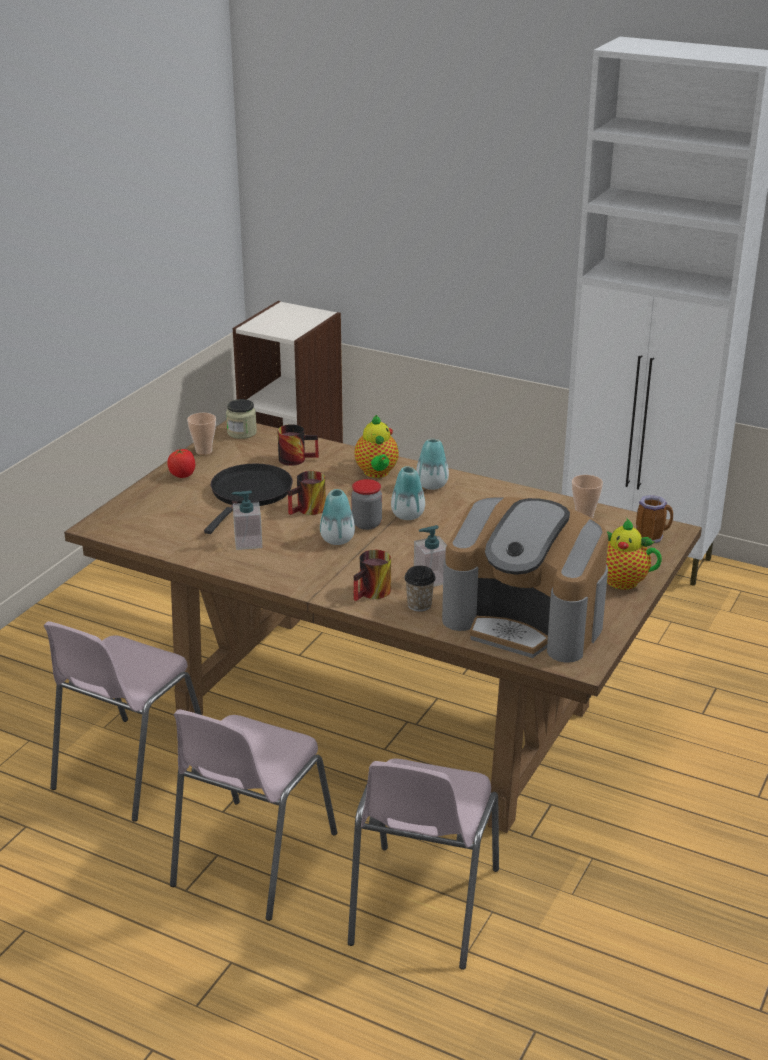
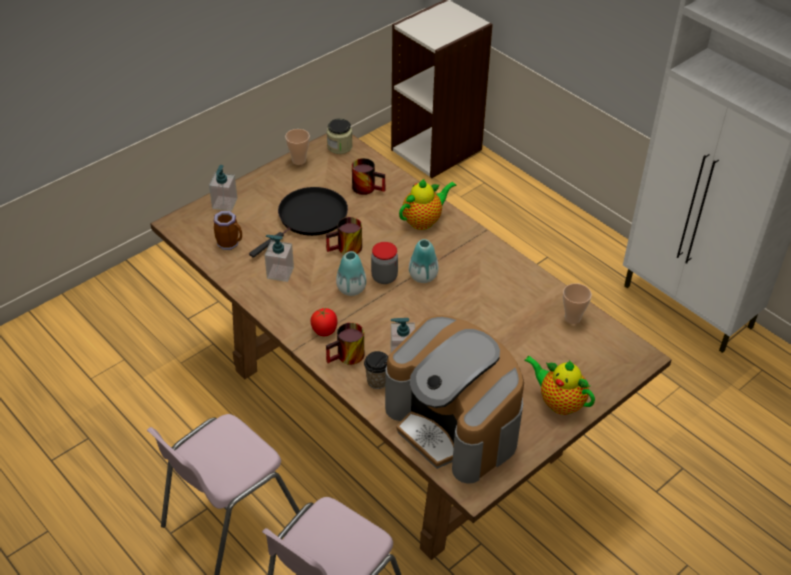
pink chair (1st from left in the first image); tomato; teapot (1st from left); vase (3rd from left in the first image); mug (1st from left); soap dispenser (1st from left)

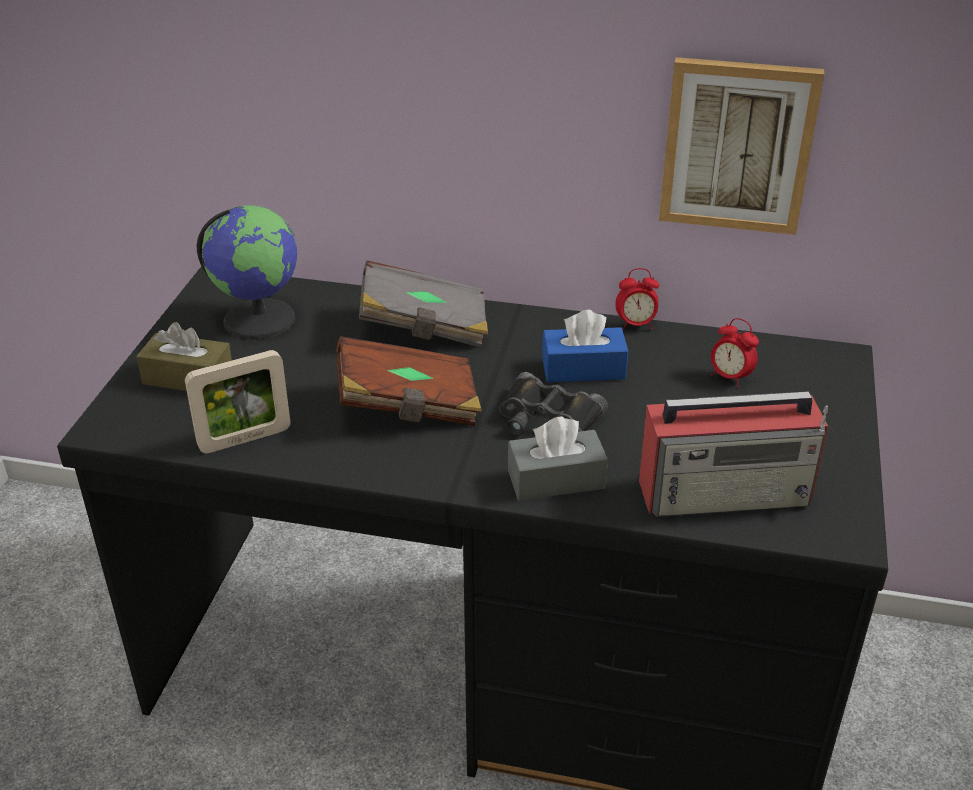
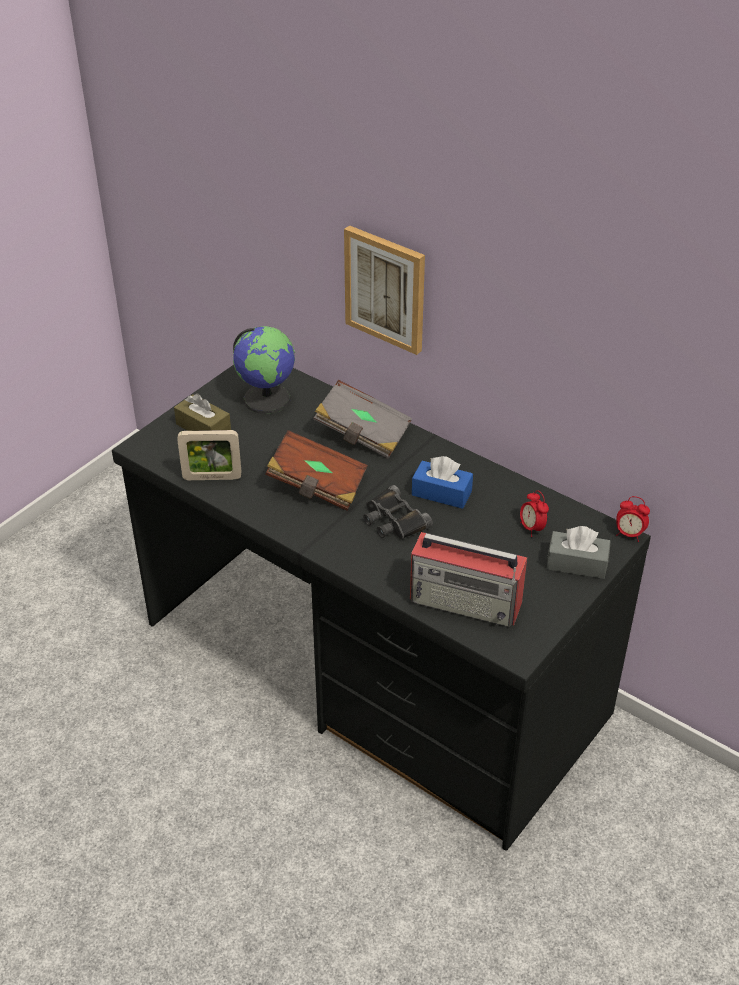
grey tissue box; alarm clock (2nd from left); picture

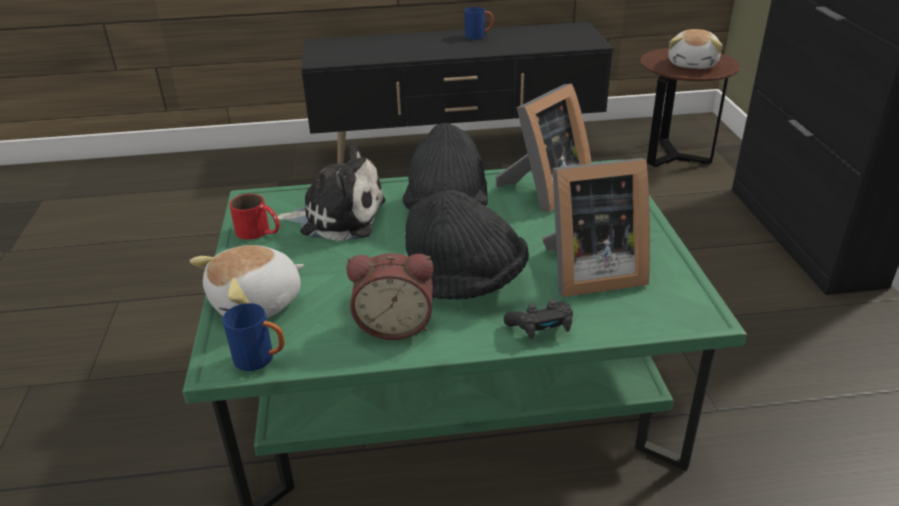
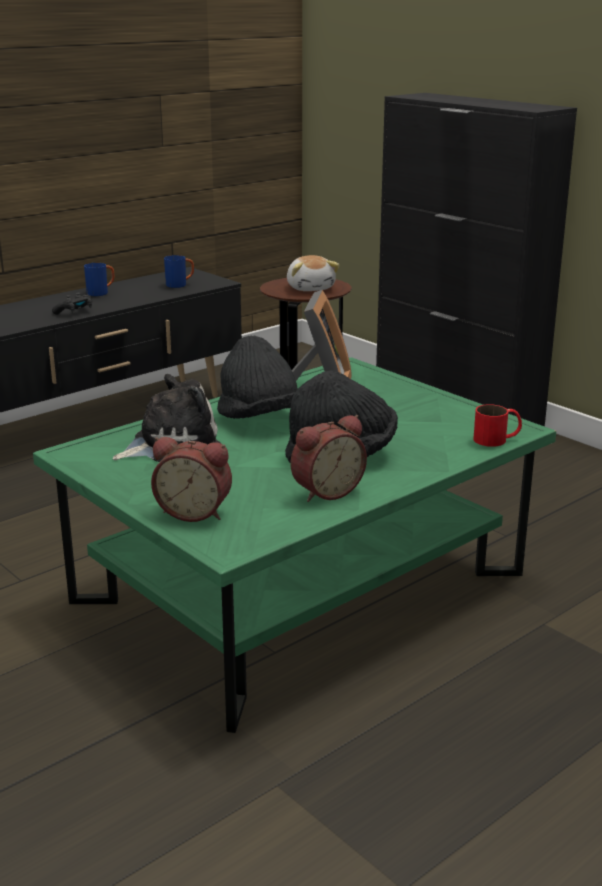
alarm clock (1st from left); blue mug (2nd from left); red mug; black game controller; picture frame (2nd from left in the first image)

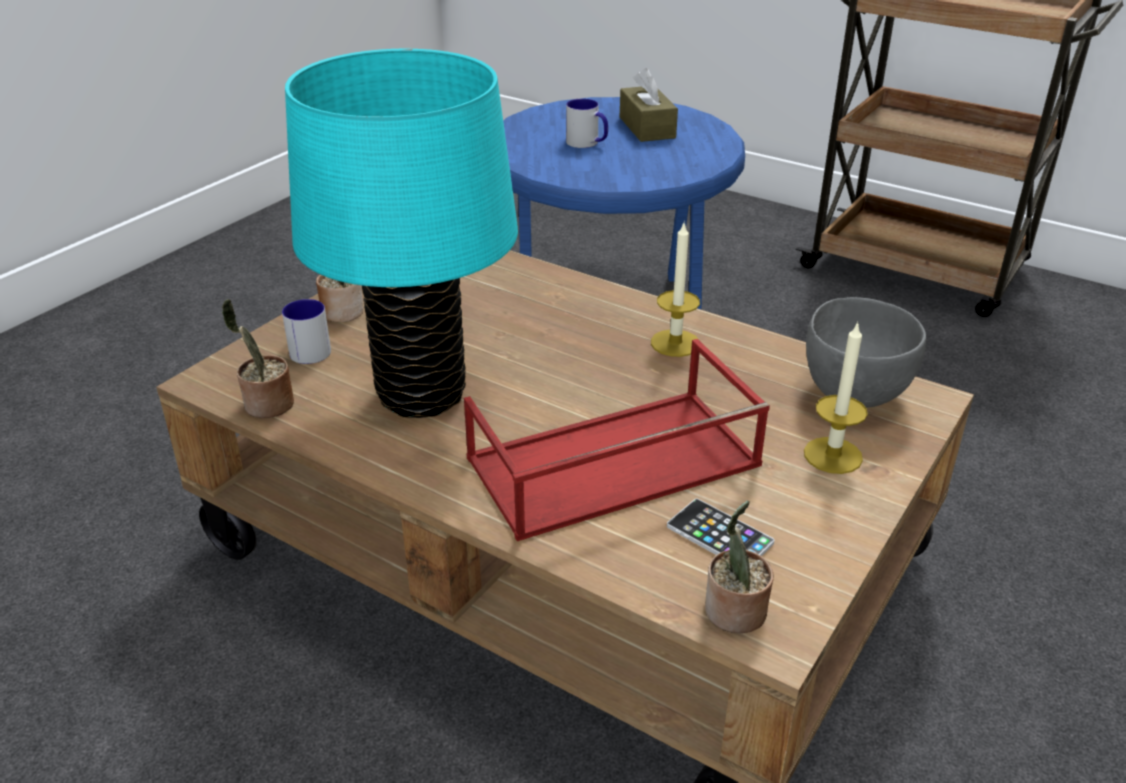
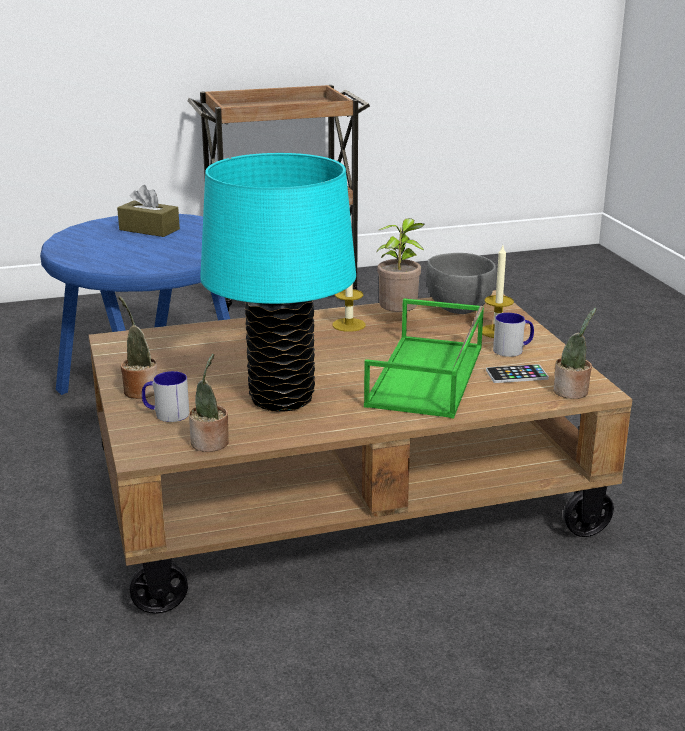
green tray; mug (2nd from left); potted plant (3rd from left)

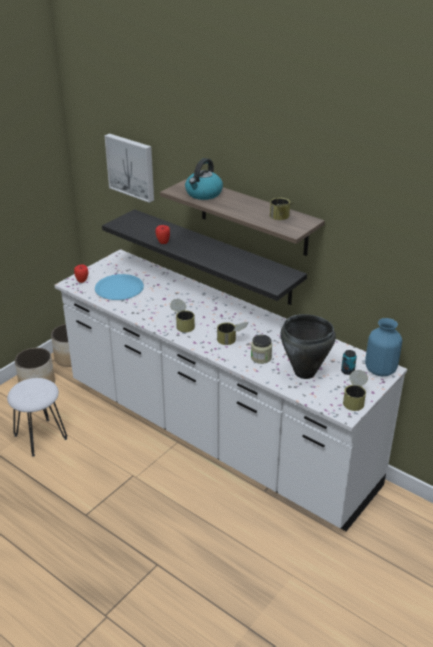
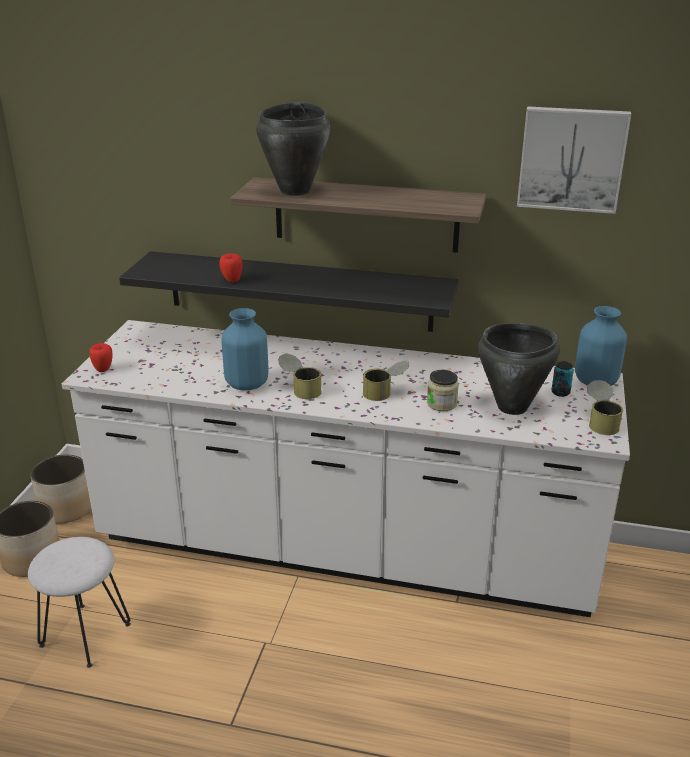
blue plate; picture; black cooking pot (1st from left); can (3rd from left in the first image); blue vase (1st from left)

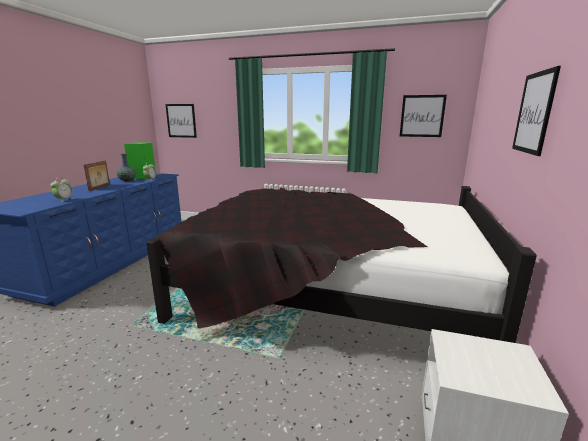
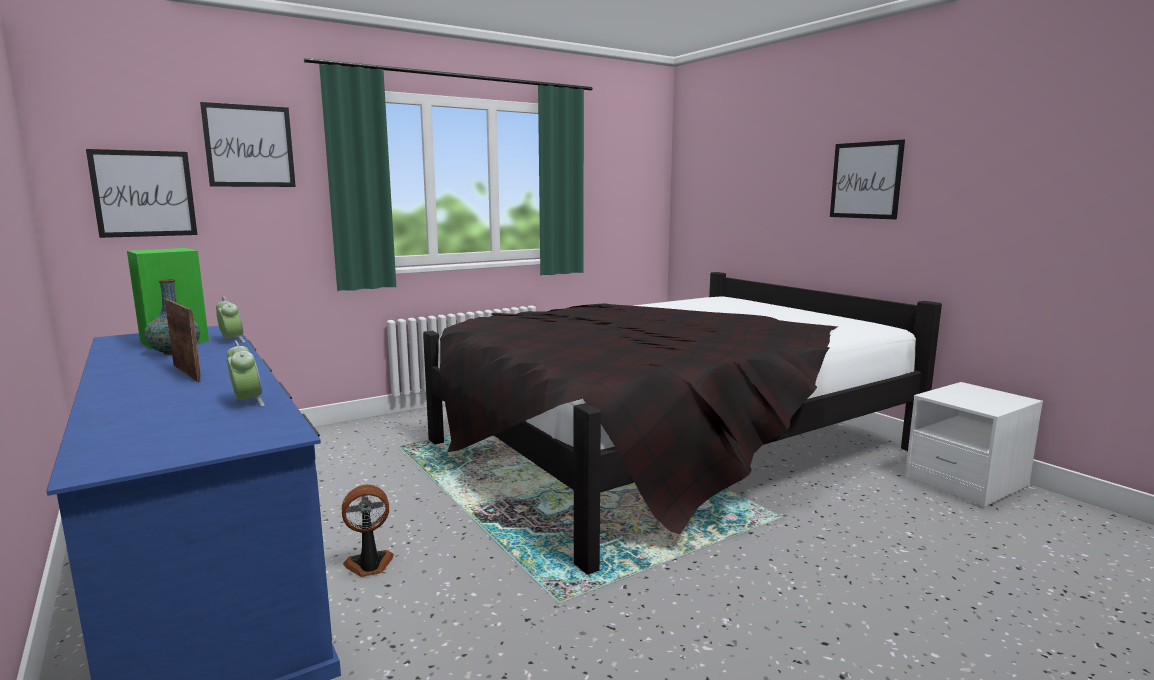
picture (2nd from left); fan

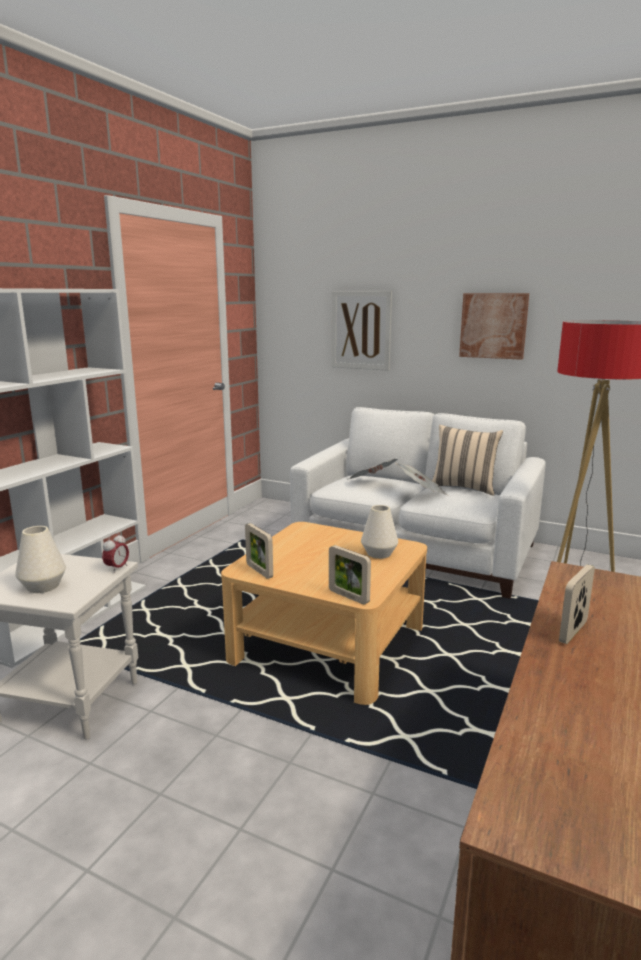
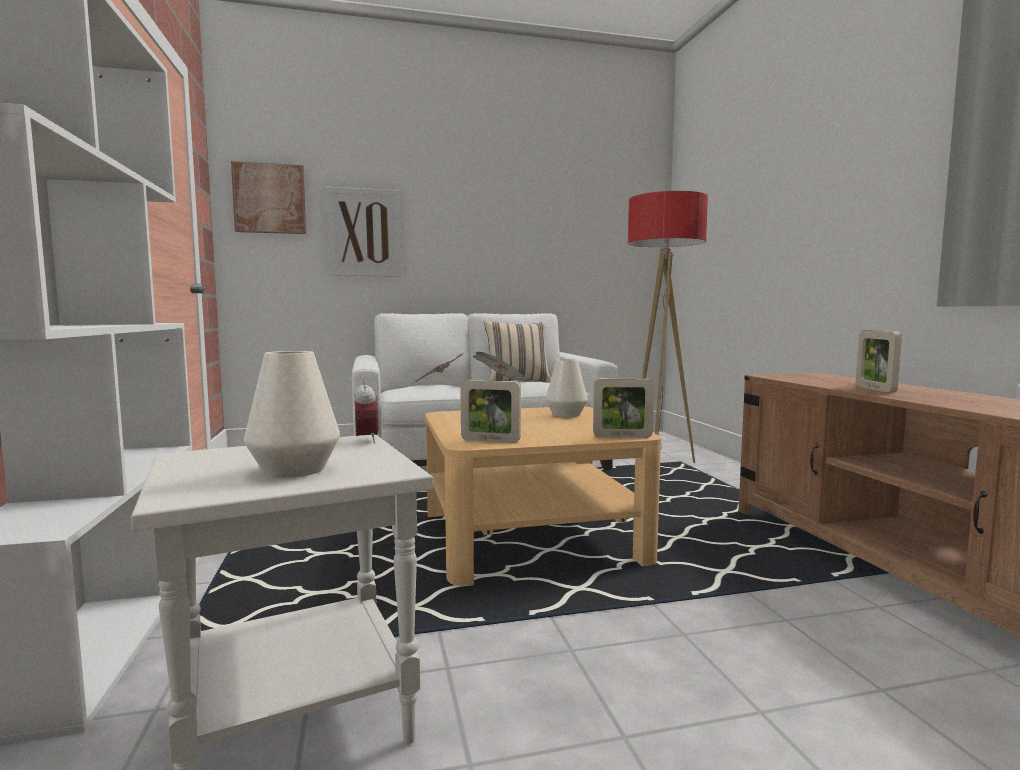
picture (1st from left)

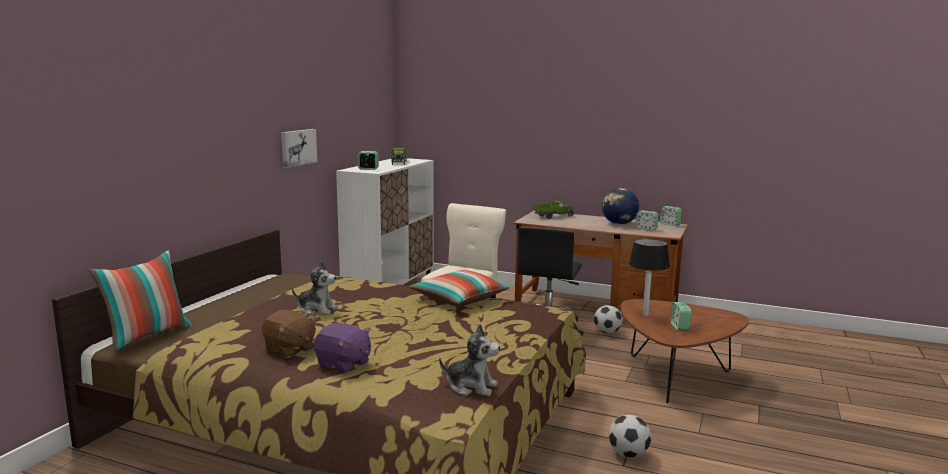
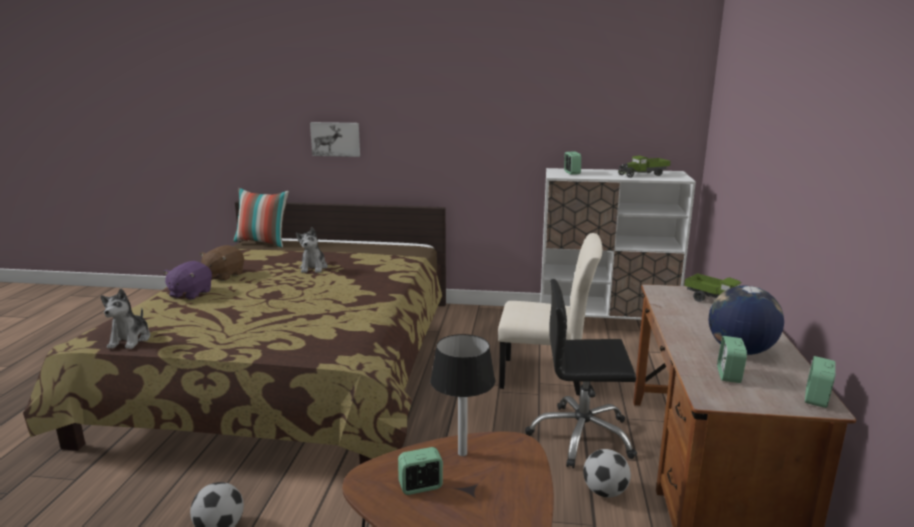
picture; pillow (2nd from left in the first image)

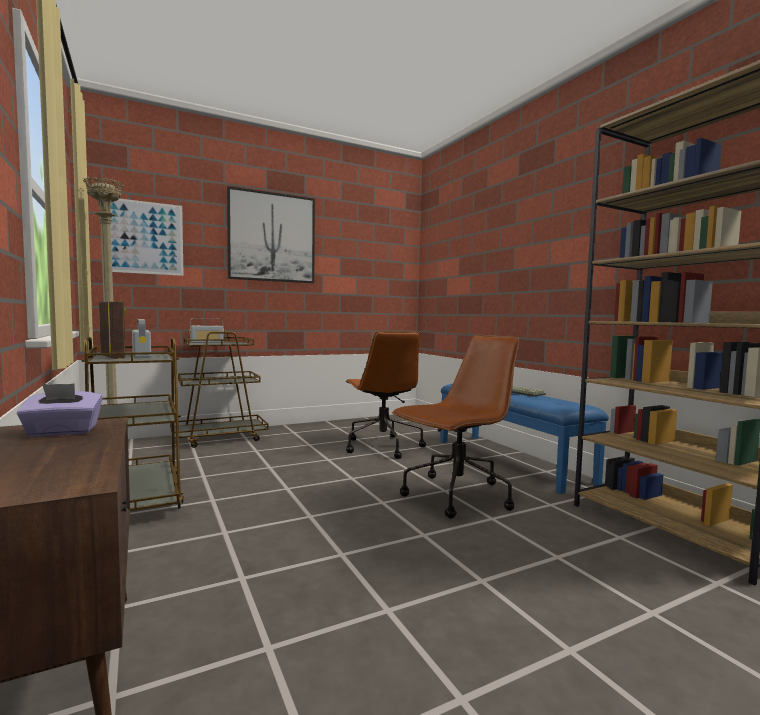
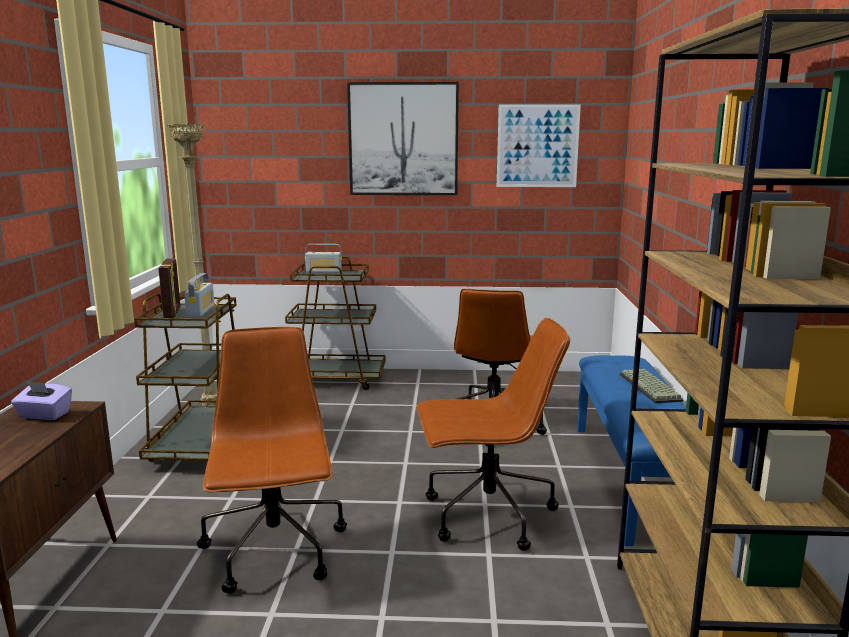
picture (2nd from left); brown office chair (1st from left)

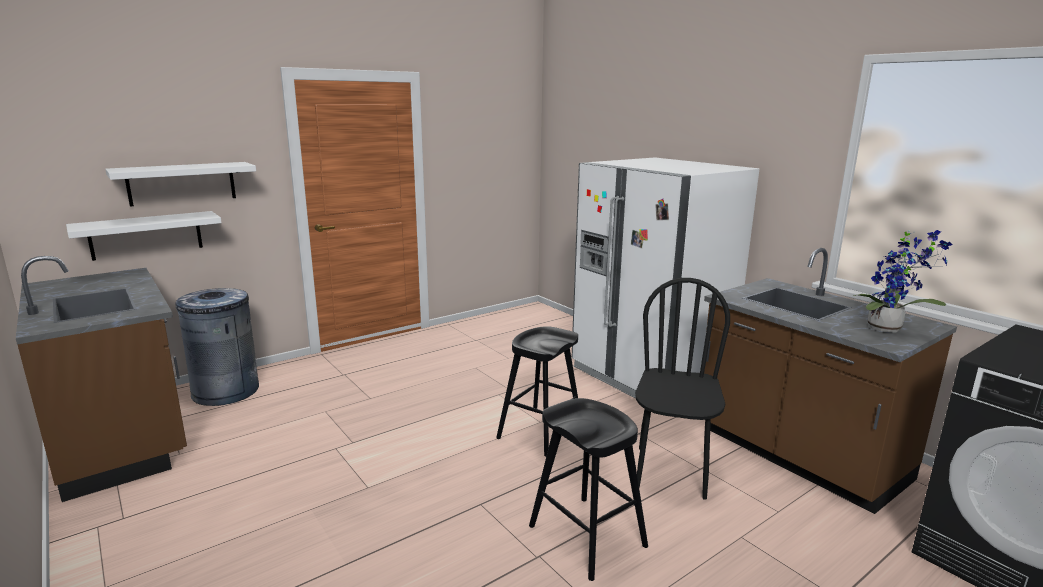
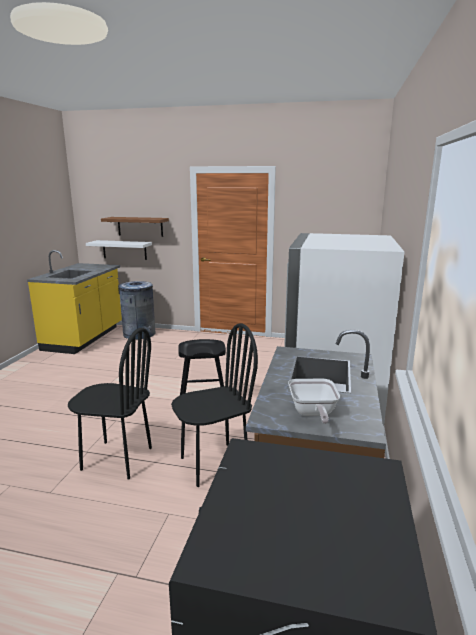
yellow counter; brown shelf; black chair (1st from left); frying pan

